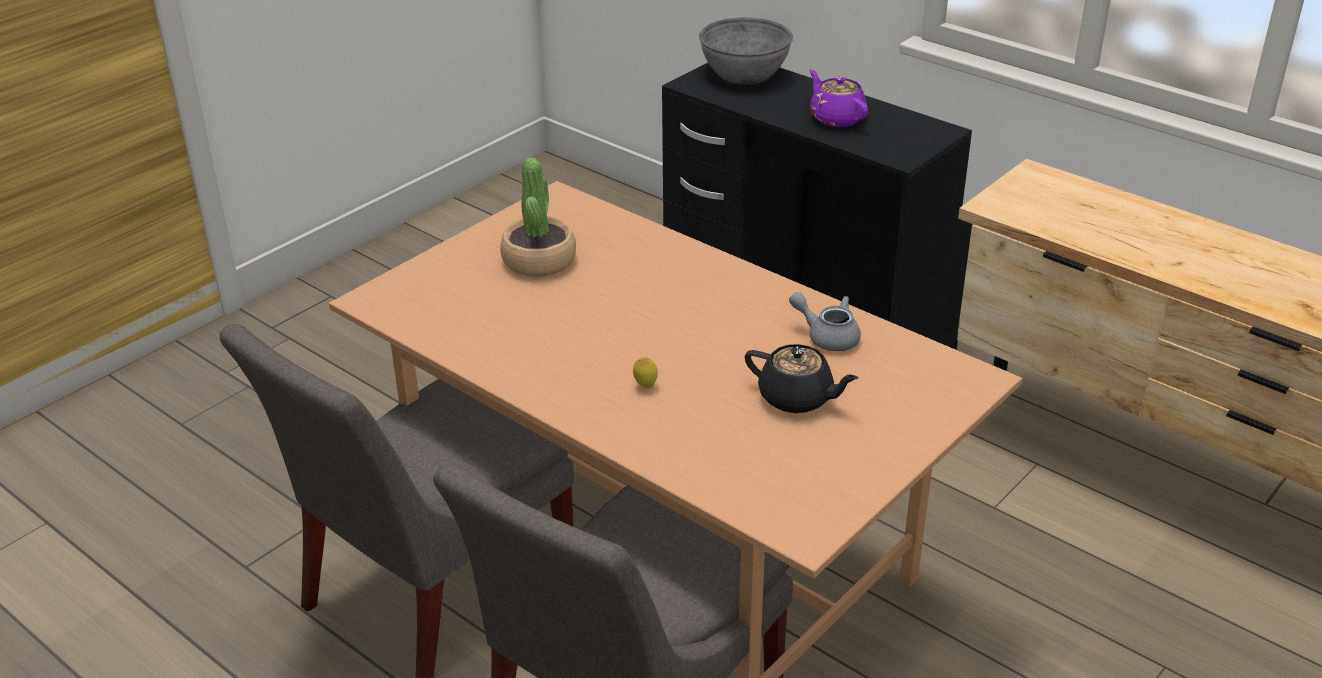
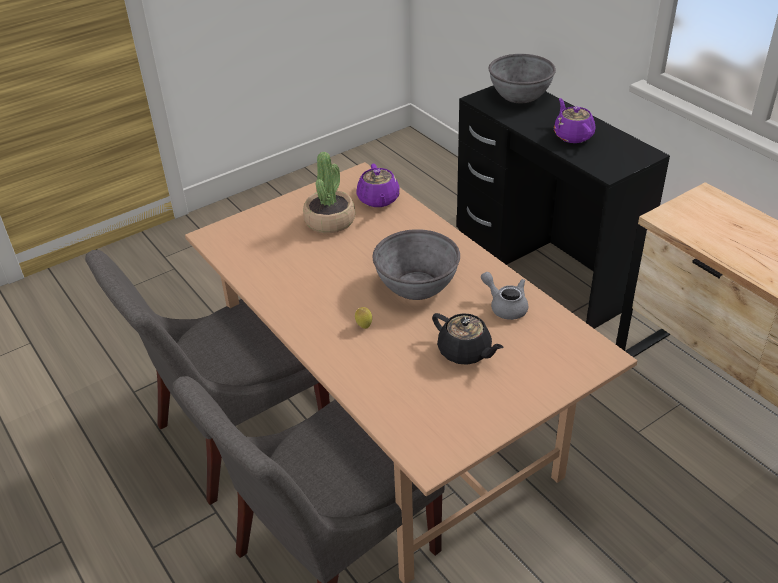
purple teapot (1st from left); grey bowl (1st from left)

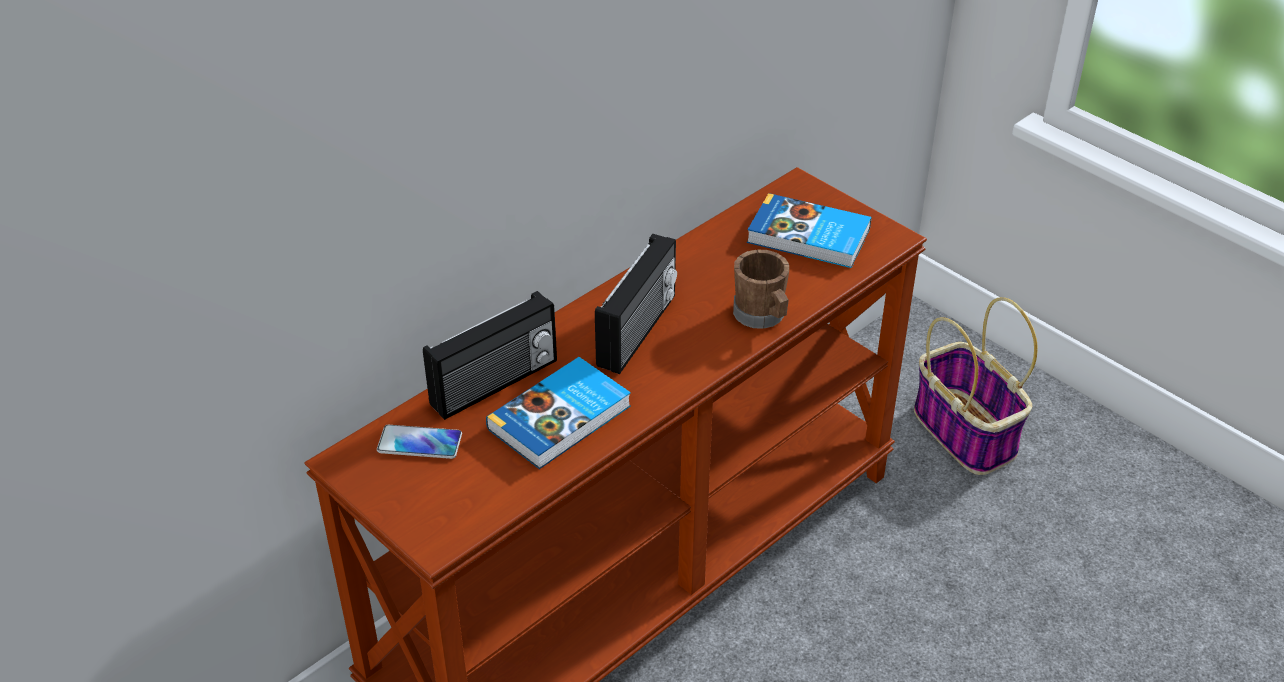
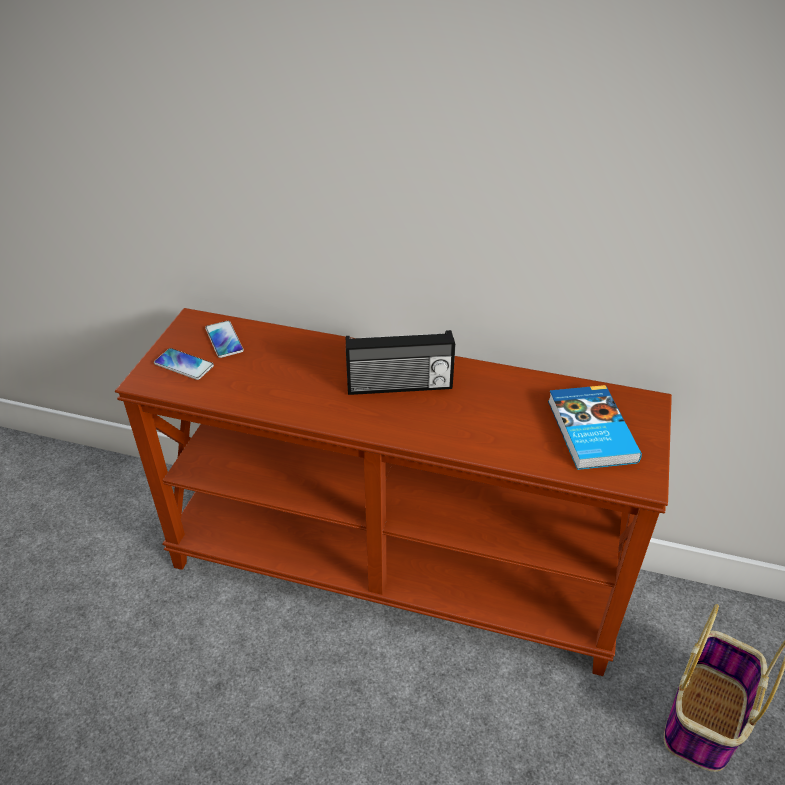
radio (1st from left in the first image); book (1st from left in the first image); brown mug; phone (1st from left)

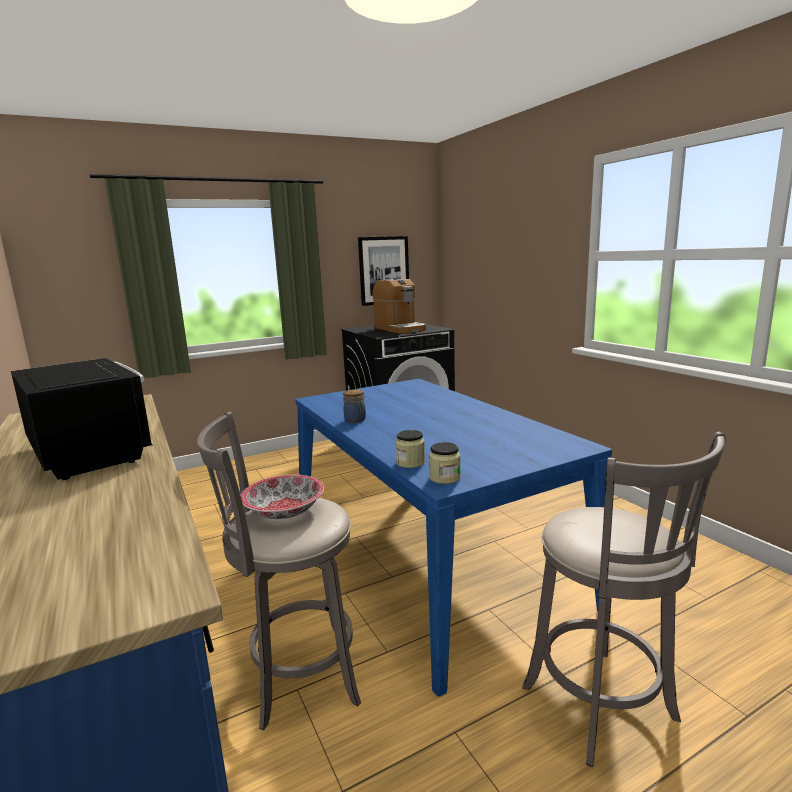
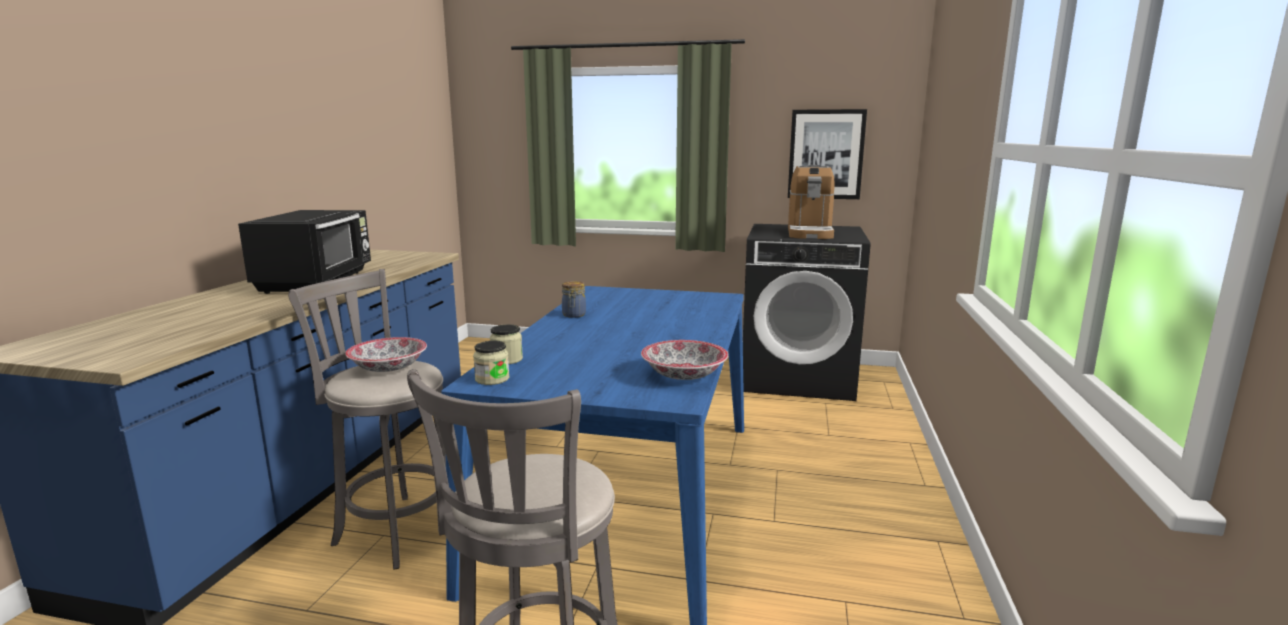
bowl (2nd from left)

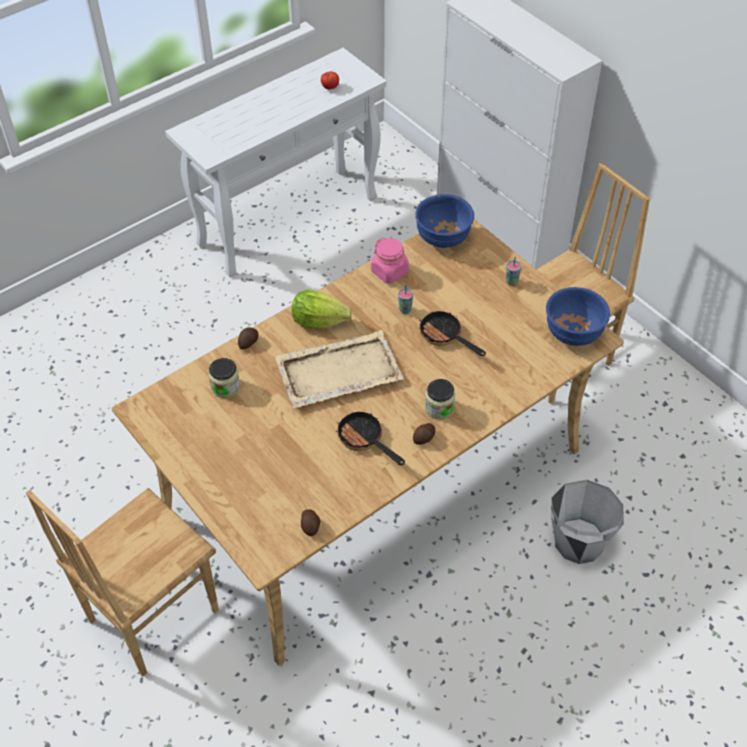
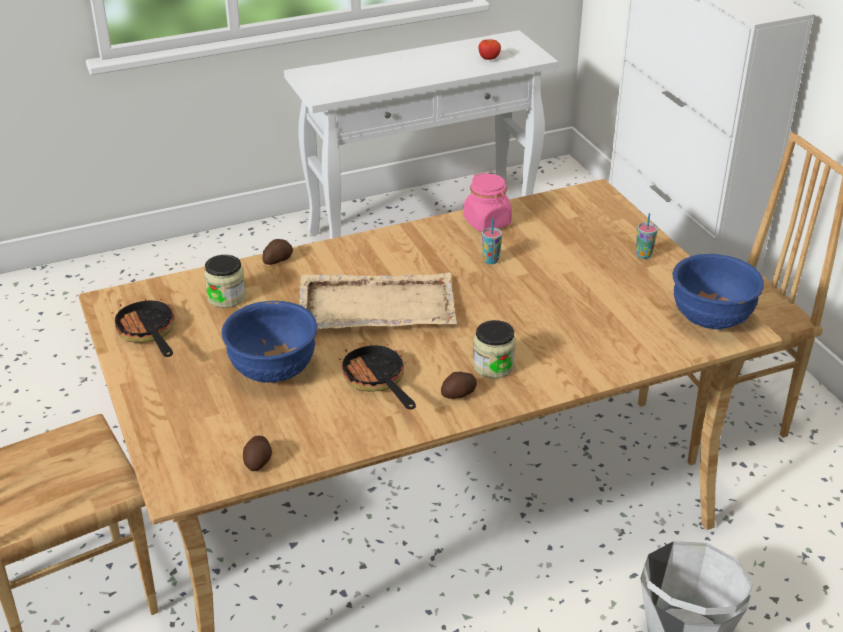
lettuce; blue bowl (1st from left); frying pan (1st from left)

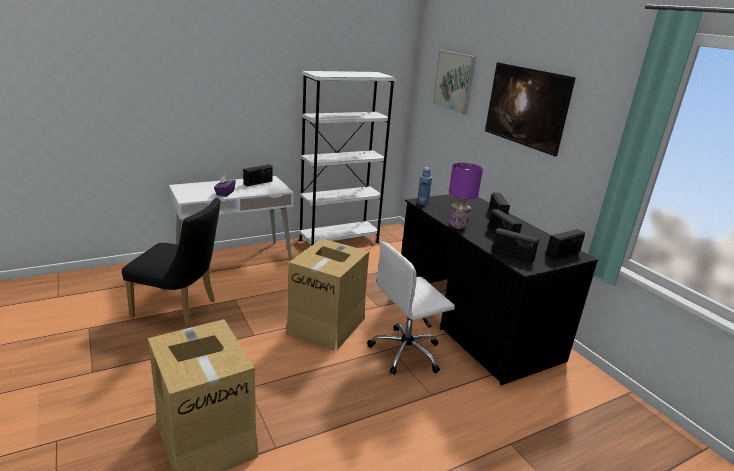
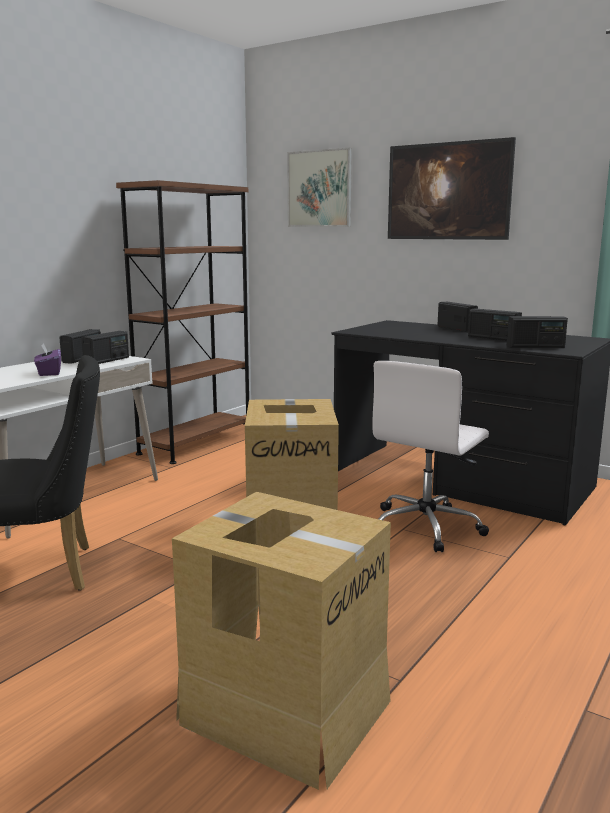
brown bookcase; blue bottle; purple table lamp; radio (2nd from left)

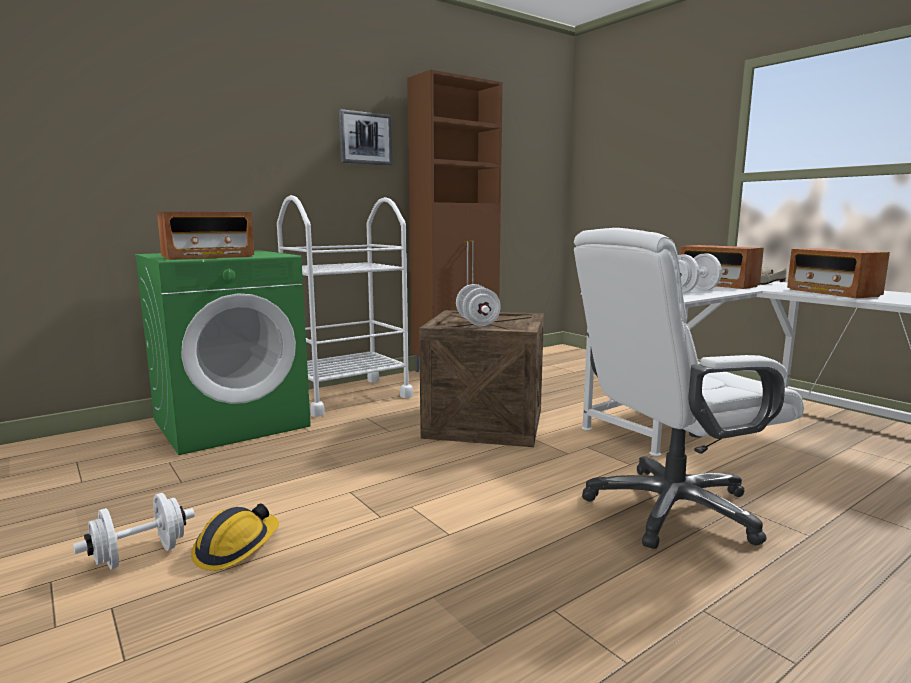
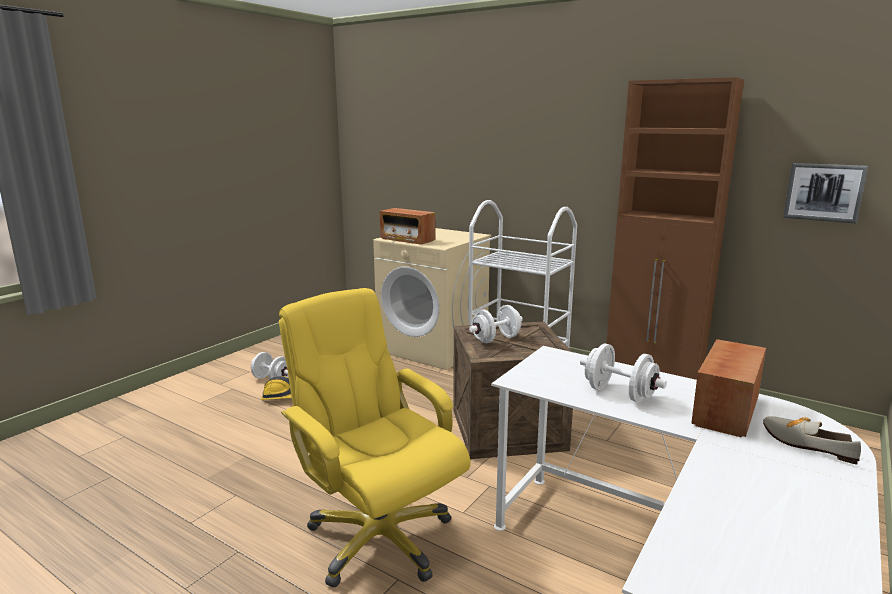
beige washing machine; picture; yellow office chair; radio (3rd from left in the first image)

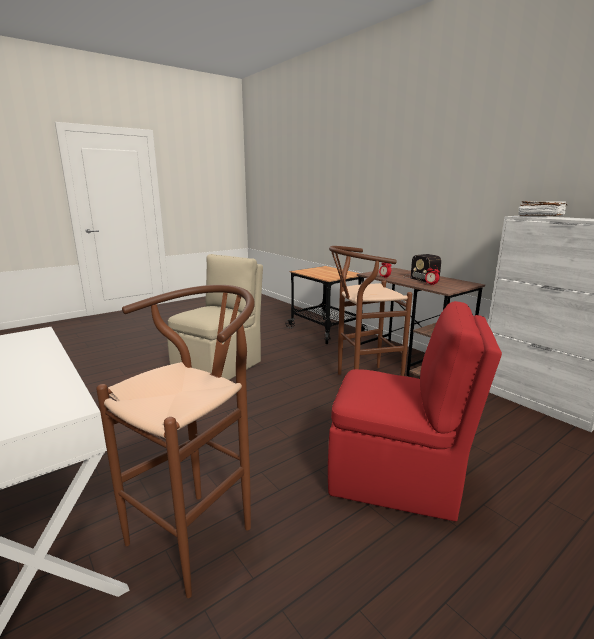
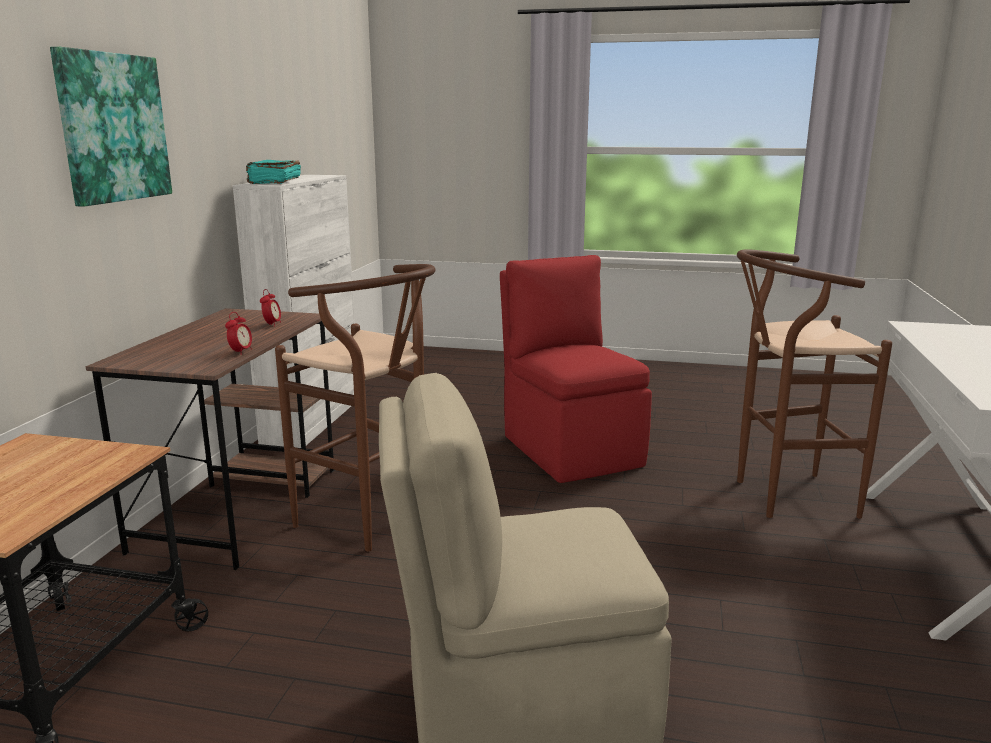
radio; turquoise book; picture

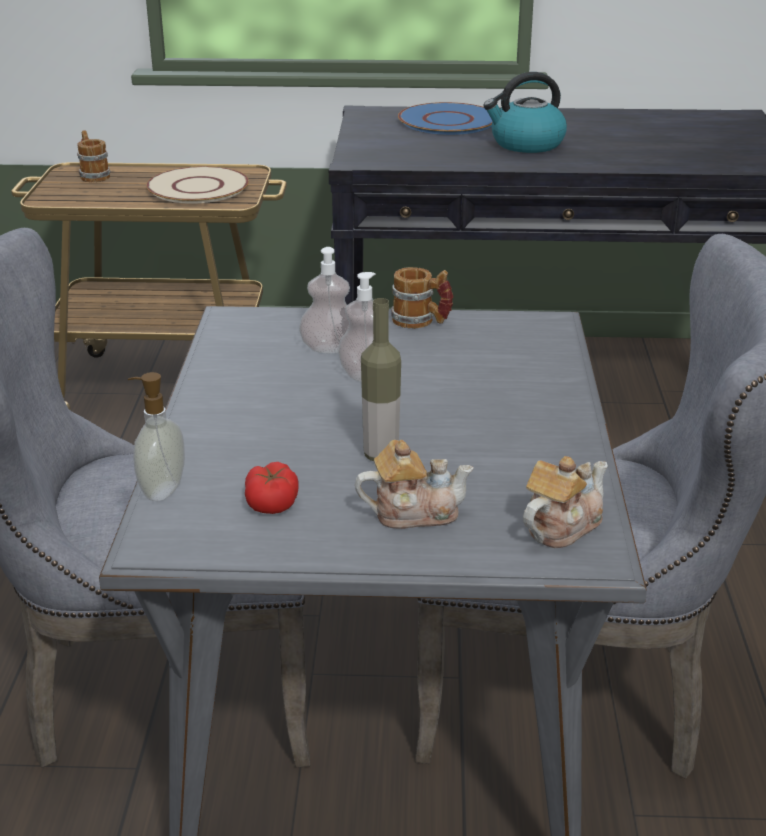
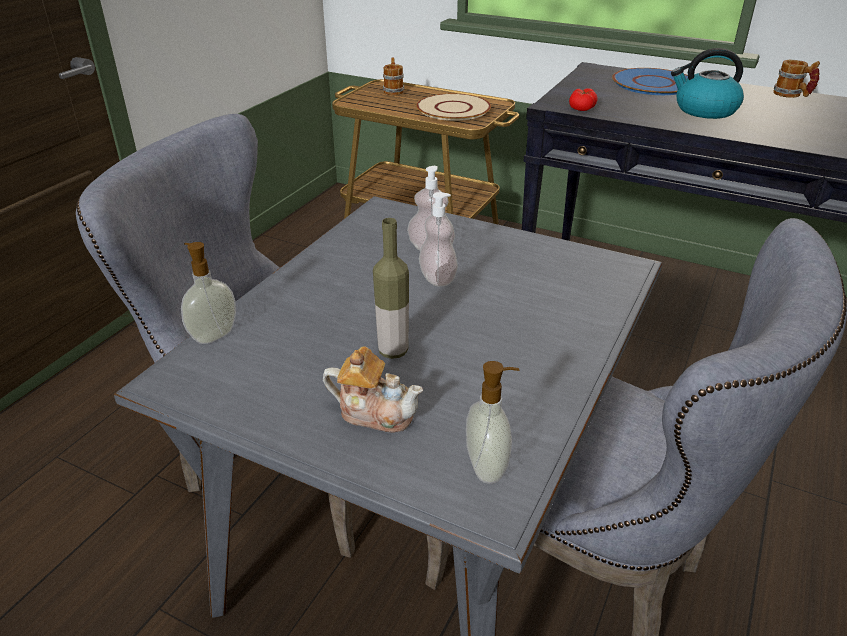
tomato; mug (2nd from left); soap dispenser (4th from left)

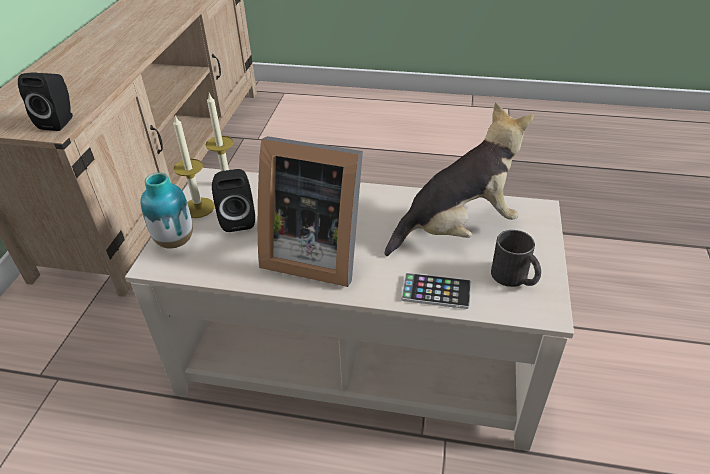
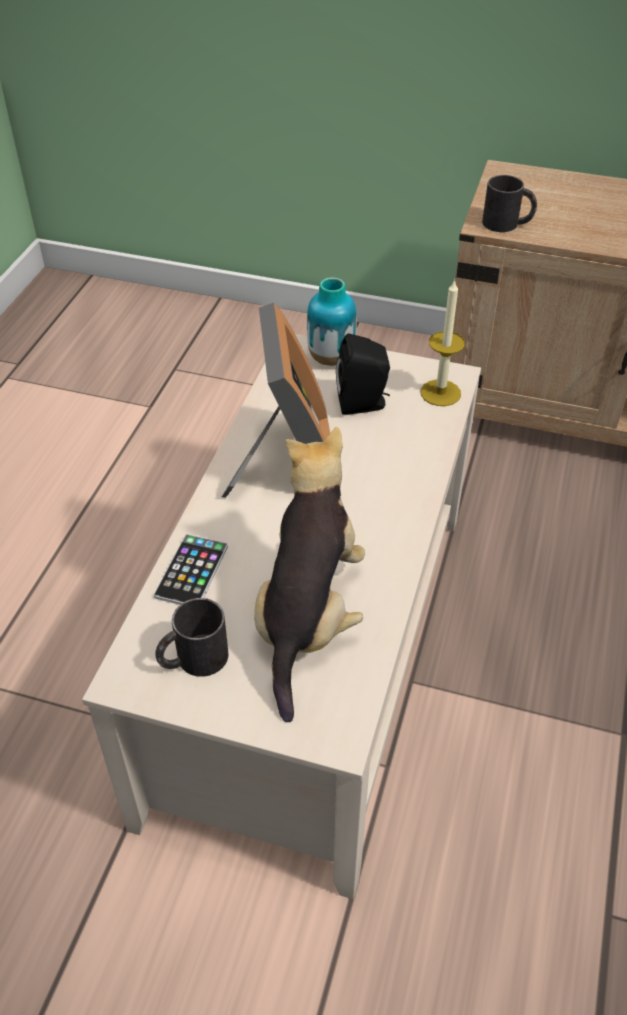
black mug (2nd from left); candle (1st from left in the first image); picture frame; plush toy

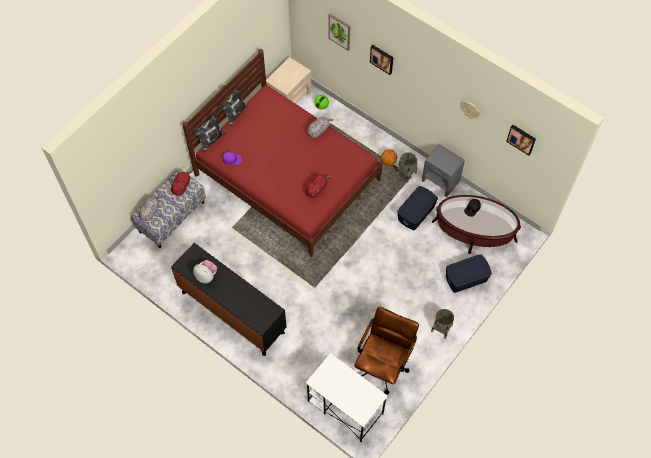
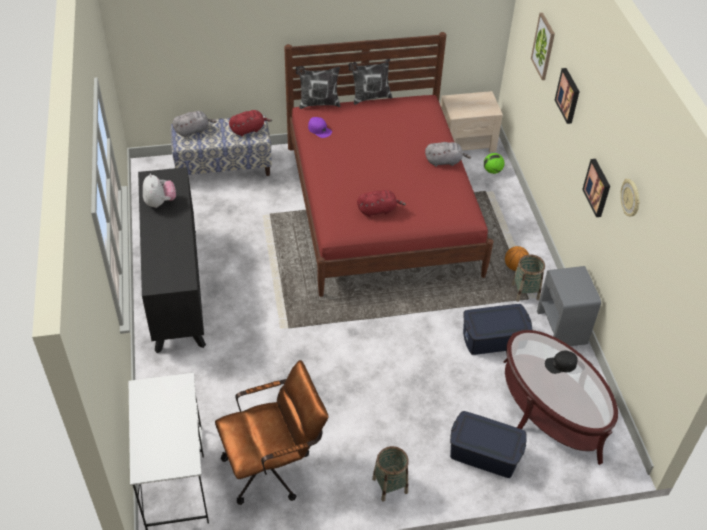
picture (3rd from left)

